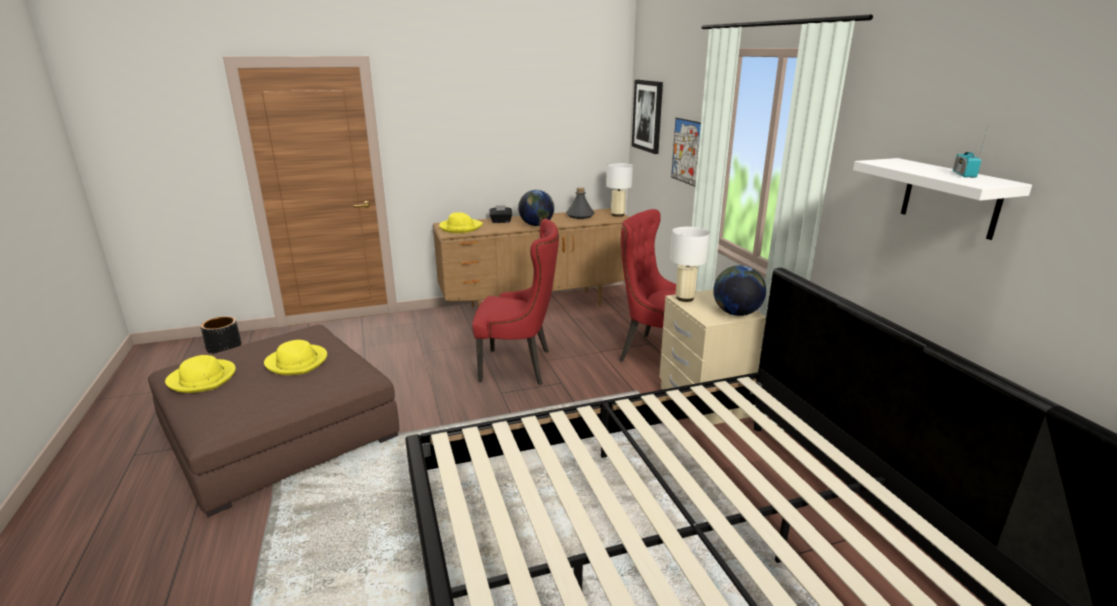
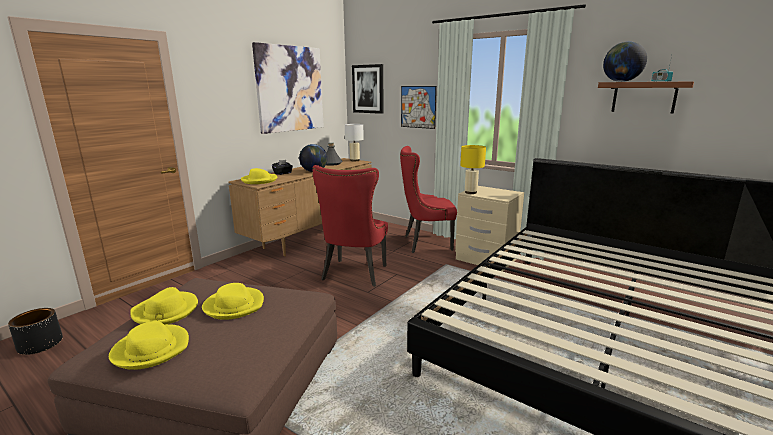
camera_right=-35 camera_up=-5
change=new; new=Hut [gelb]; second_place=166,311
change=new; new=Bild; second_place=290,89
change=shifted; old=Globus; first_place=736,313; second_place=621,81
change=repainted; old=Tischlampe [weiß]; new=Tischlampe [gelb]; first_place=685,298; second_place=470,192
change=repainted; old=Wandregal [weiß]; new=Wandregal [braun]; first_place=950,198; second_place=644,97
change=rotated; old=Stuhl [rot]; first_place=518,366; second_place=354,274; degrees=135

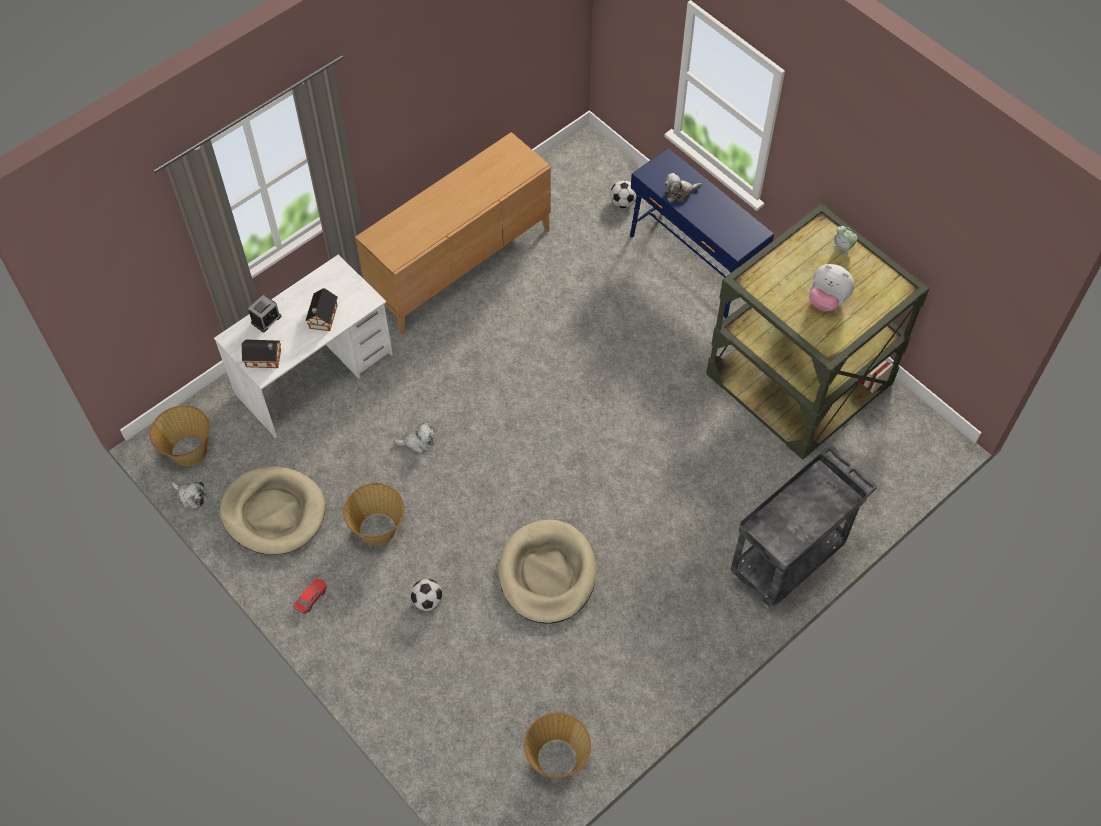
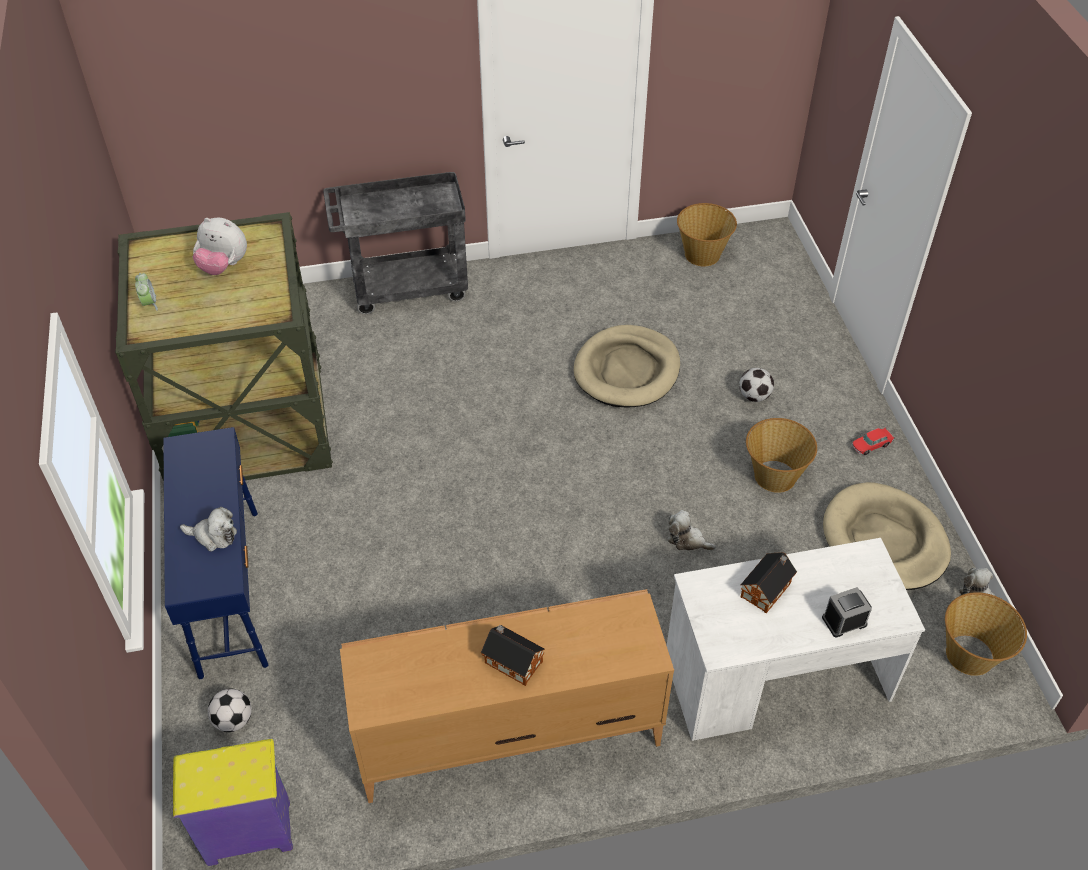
camera_right=-150 camera_up=-10
change=new; new=Nachttisch; second_place=246,830
change=shifted; old=Spielzeughaus; first_place=265,359; second_place=512,660
change=rotated; old=Plüschtier; first_place=827,300; second_place=223,266; degrees=135

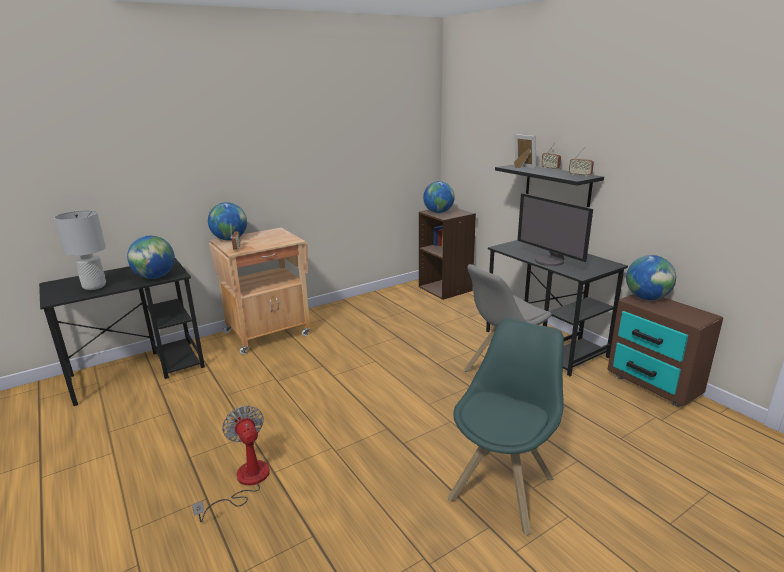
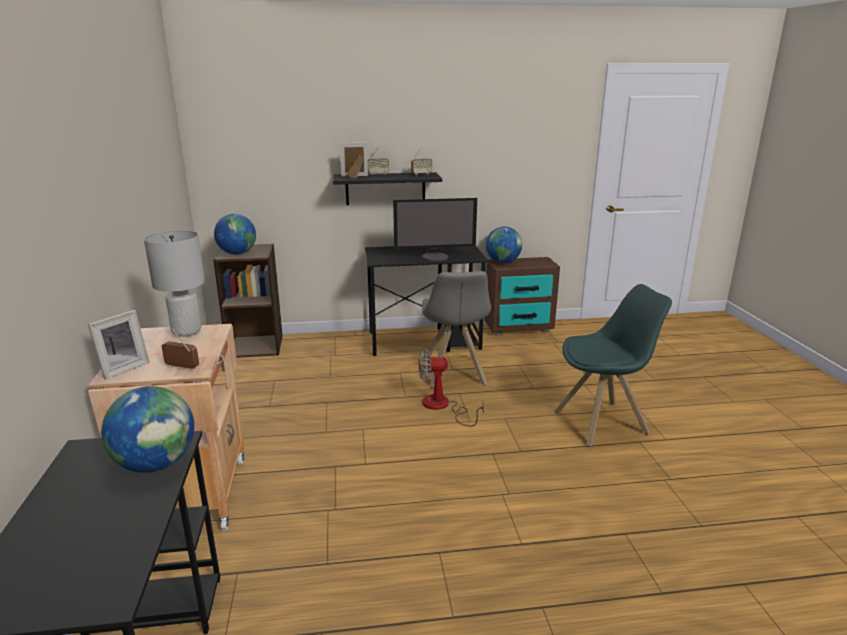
camera_right=-65 camera_up=0
change=shifted; old=Tischlampe [grau]; first_place=95,287; second_place=187,333
change=shifted; old=Ventilator; first_place=245,482; second_place=442,407
change=swapped; old=Globus; new=Bilderrahmen; first_place=230,239; second_place=123,368
change=rotated; old=Stuhl [türkis]; first_place=503,488; second_place=602,422; degrees=105

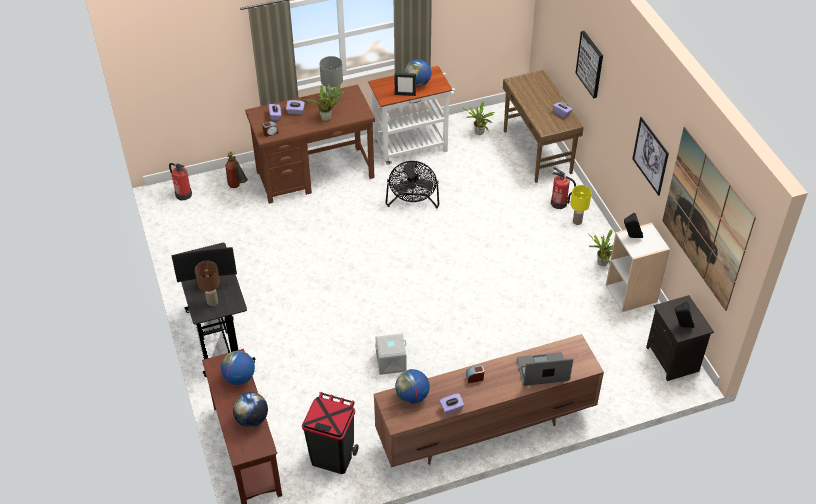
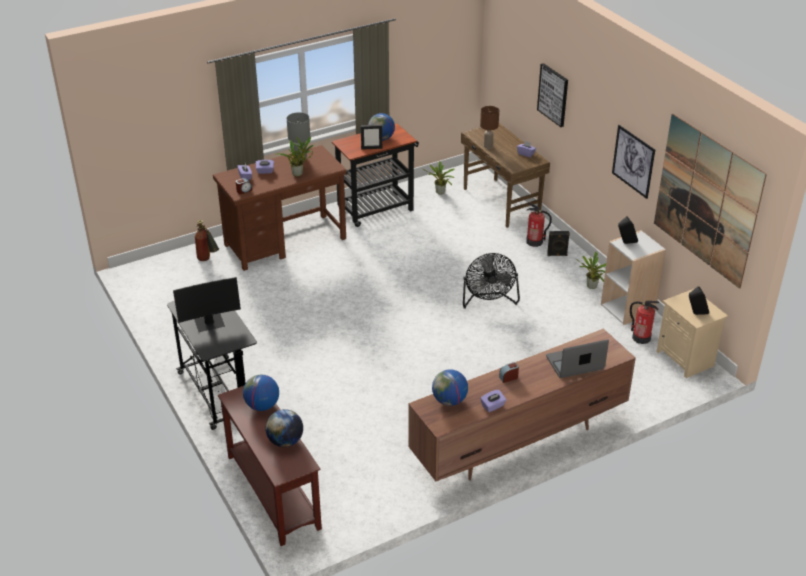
camera_right=-10 camera_up=-10
change=gone; old=Mülleimer [schwarz]; first_place=332,457
change=gone; old=Aufbewahrungsbox [grau]; first_place=391,362
change=shifted; old=Feuerlöscher; first_place=183,194; second_place=641,337
change=shifted; old=Tischlampe [braun]; first_place=212,302; second_place=488,146
change=shifted; old=Ventilator [schwarz]; first_place=411,200; second_place=486,299
change=swapped; old=Tischlampe [gelb]; new=Lautsprecher [schwarz]; first_place=577,221; second_place=557,255
change=repainted; old=Rollwagen [weiß]; new=Rollwagen [schwarz]; first_place=411,147; second_place=377,210
change=repainted; old=Nachttisch [schwarz]; new=Nachttisch [beige]; first_place=673,359; second_place=686,359

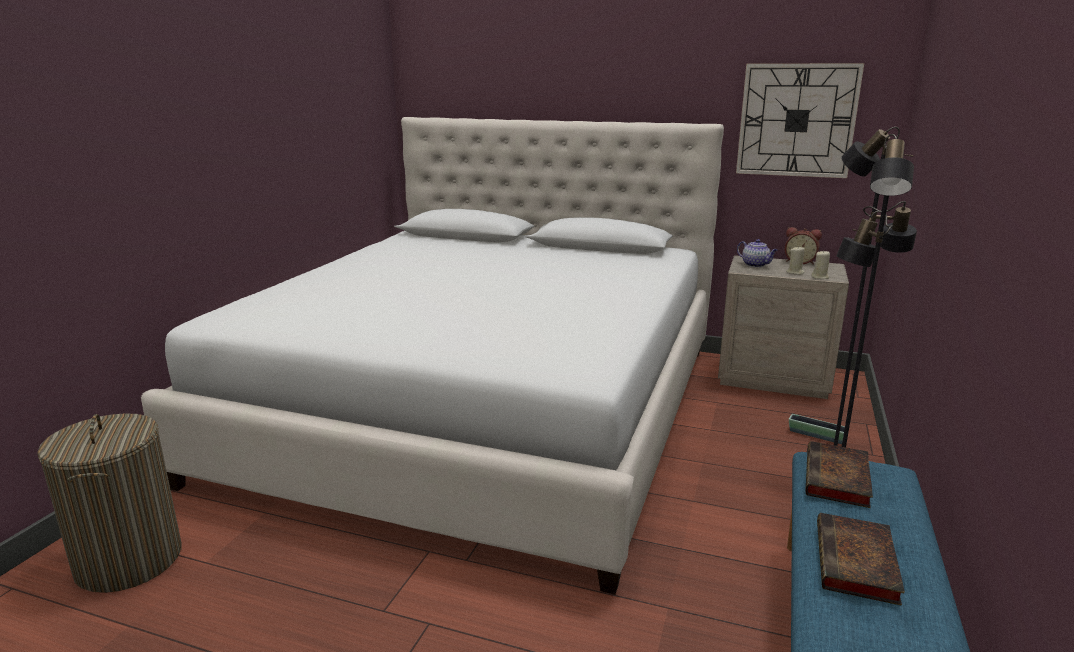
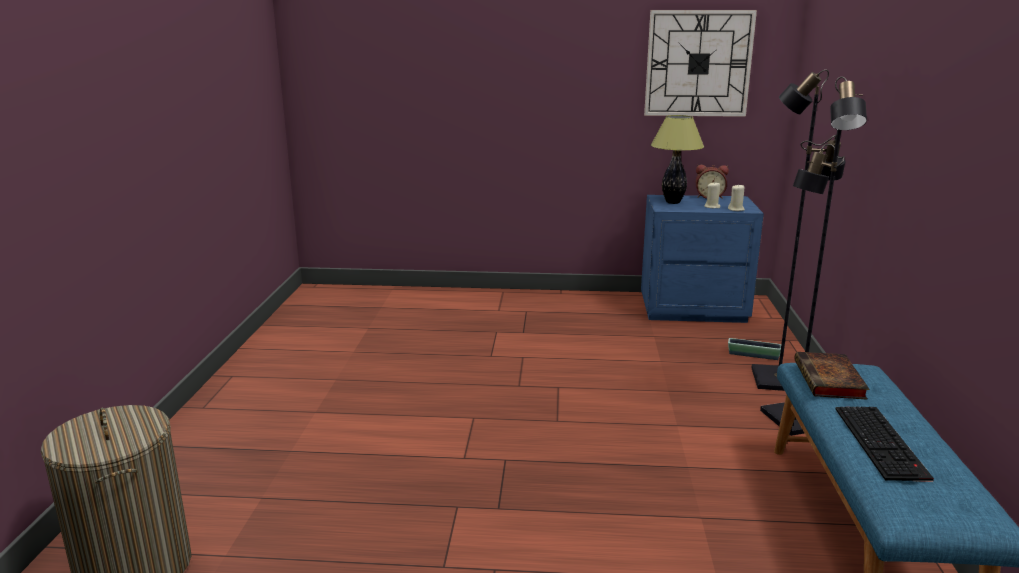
camera_right=-15 camera_up=0
change=gone; old=Bett [weiß]; first_place=484,407
change=swapped; old=Teekanne; new=Tischlampe; first_place=756,265; second_place=673,202
change=swapped; old=Buch; new=Tastatur; first_place=857,565; second_place=882,443
change=repainted; old=Nachttisch [beige]; new=Nachttisch [blau]; first_place=773,378; second_place=693,309

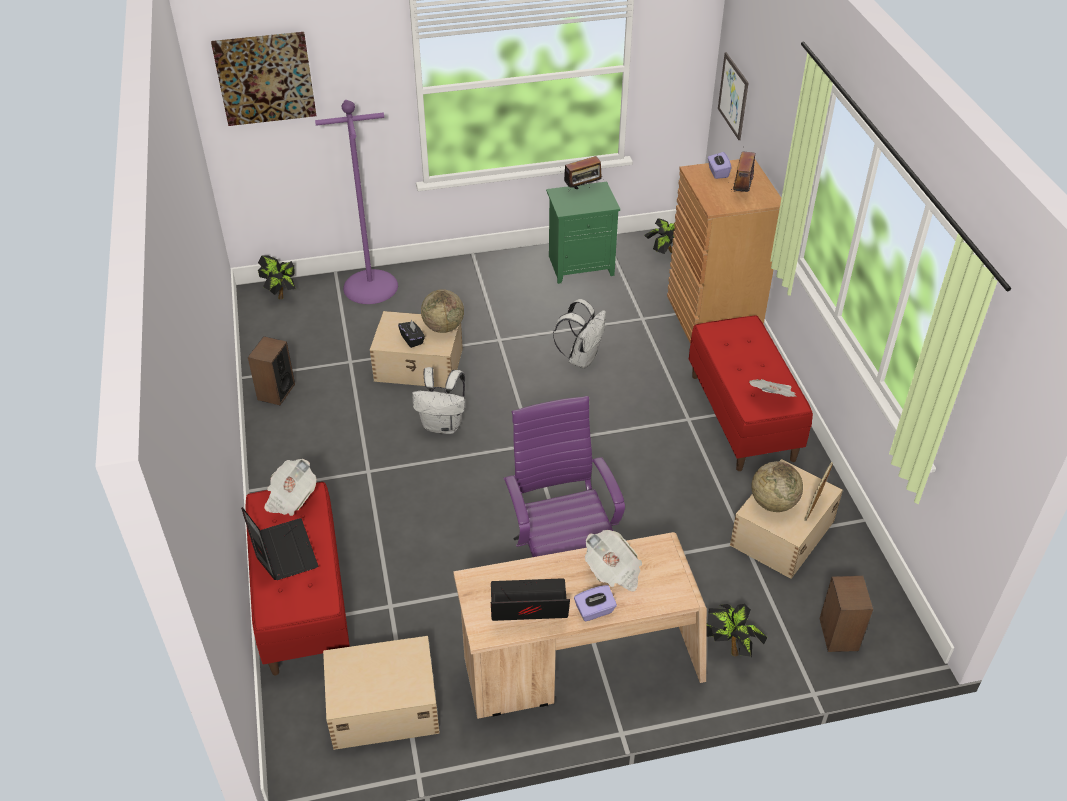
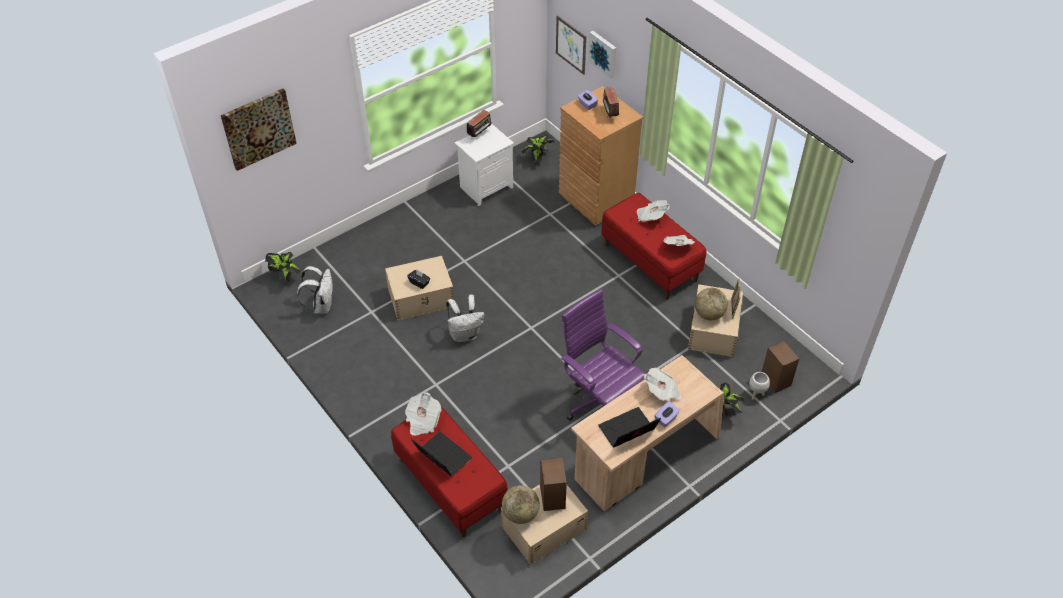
camera_right=-25 camera_up=5
change=gone; old=Kleiderständer [lila]; first_place=370,287
change=new; new=Bild; second_place=603,53
change=new; new=Zeitung; second_place=651,216
change=new; new=Pflanzkübel [weiß]; second_place=756,394
change=shifted; old=Lautsprecher; first_place=276,392; second_place=552,497
change=shifted; old=Globus; first_place=443,327; second_place=520,514
change=shifted; old=Rucksack [weiß]; first_place=582,358; second_place=321,306
change=repainted; old=Nachttisch [grün]; new=Nachttisch [weiß]; first_place=581,265; second_place=486,187

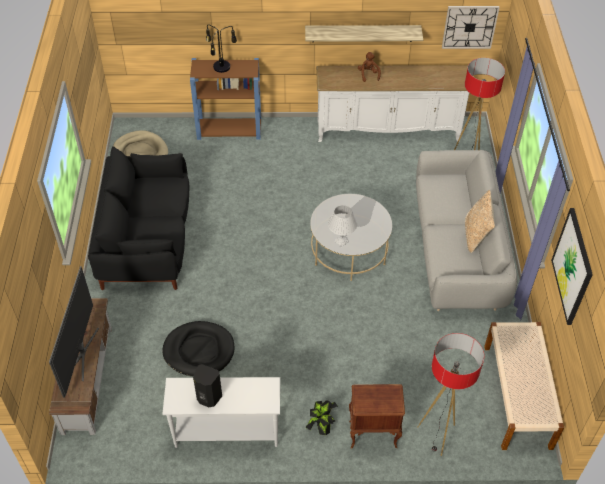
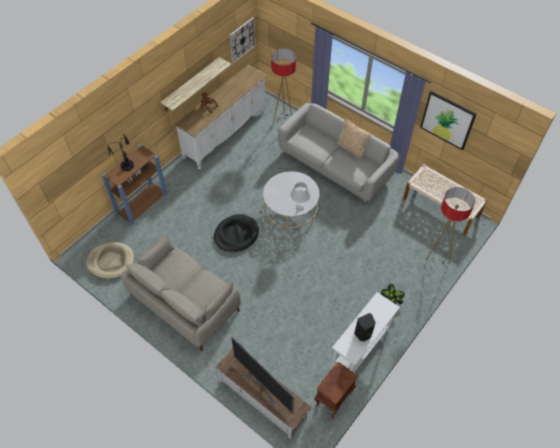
camera_right=-50 camera_up=5
change=shifted; old=Hundebett [schwarz]; first_place=199,350; second_place=236,234
change=shifted; old=Nachttisch [braun]; first_place=372,434; second_place=333,400
change=repainted; old=Sofa [schwarz]; new=Sofa [beige]; first_place=146,239; second_place=185,301

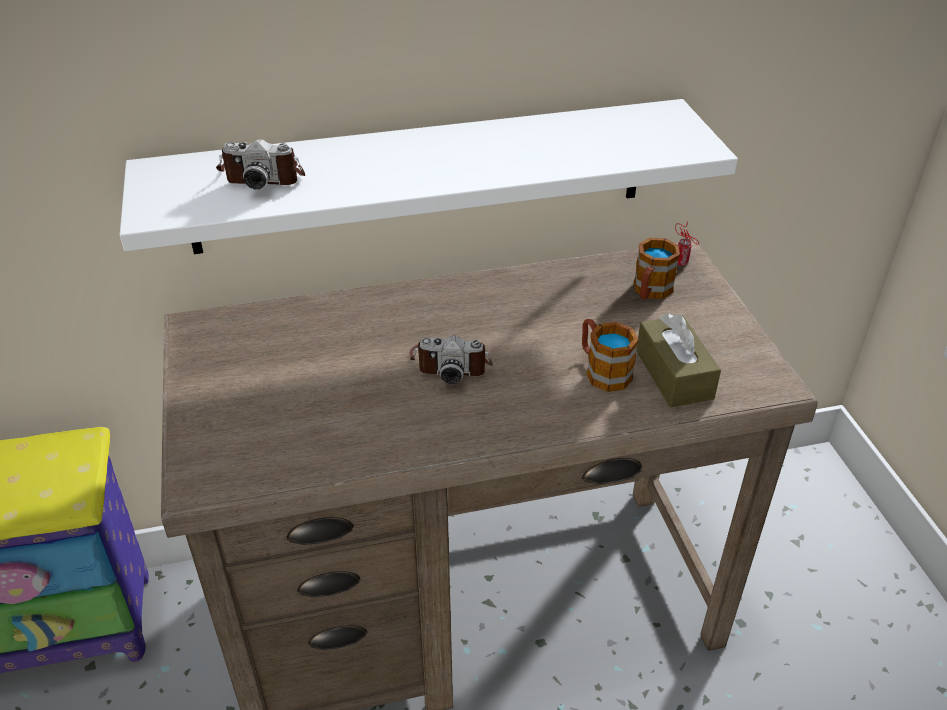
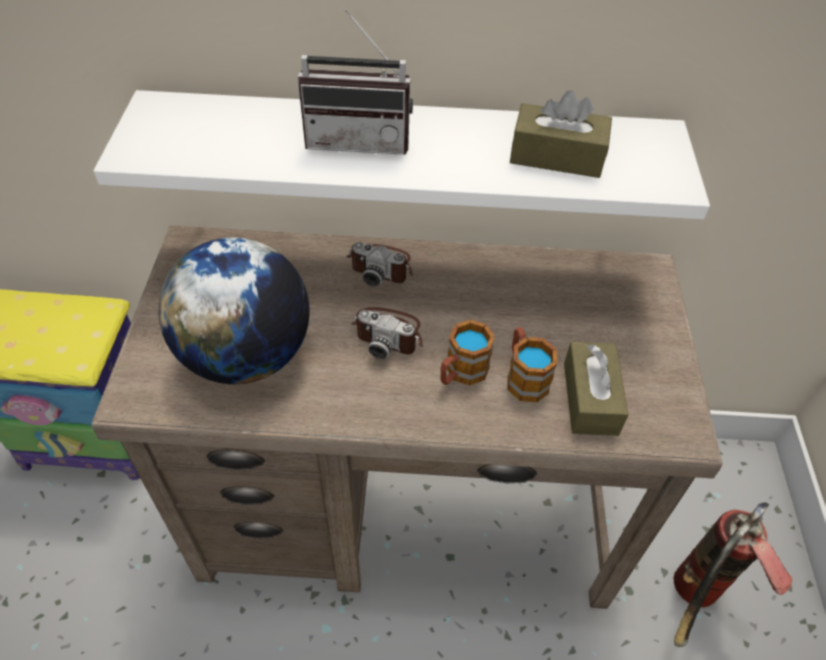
camera_right=15 camera_up=10
change=gone; old=Dose; first_place=683,263
change=new; new=Globus; second_place=247,355
change=new; new=Radio; second_place=359,140
change=new; new=Taschentuchbox [braun]; second_place=556,156
change=new; new=Feuerlöscher; second_place=694,602
change=shifted; old=Kamera; first_place=263,175; second_place=381,266
change=shifted; old=Henkelbecher; first_place=650,292; second_place=461,373

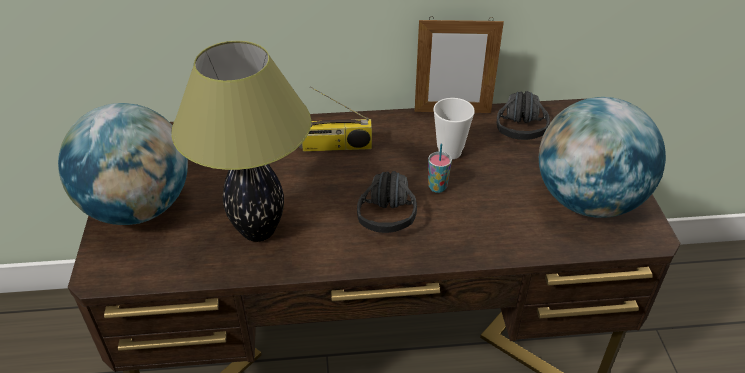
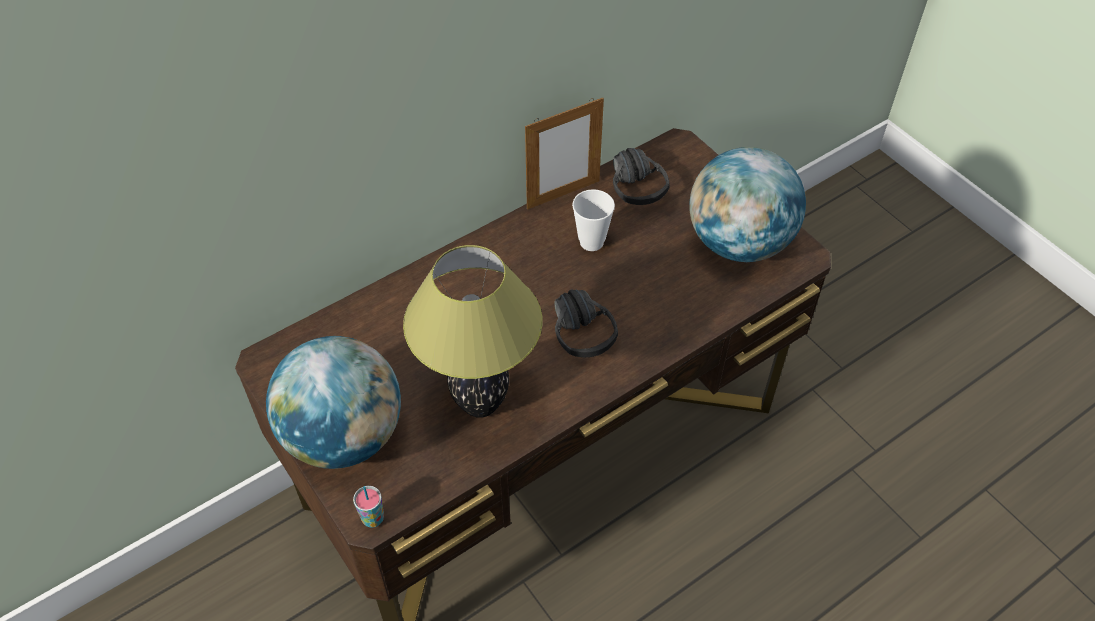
camera_right=-30 camera_up=10
change=gone; old=Radio; first_place=335,147
change=shifted; old=Tasse; first_place=437,187; second_place=373,519

